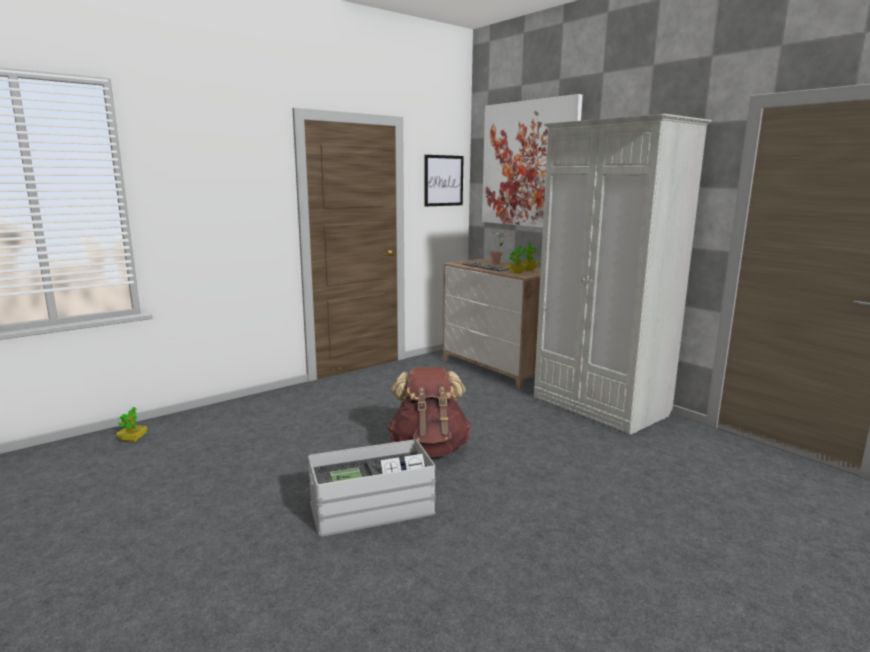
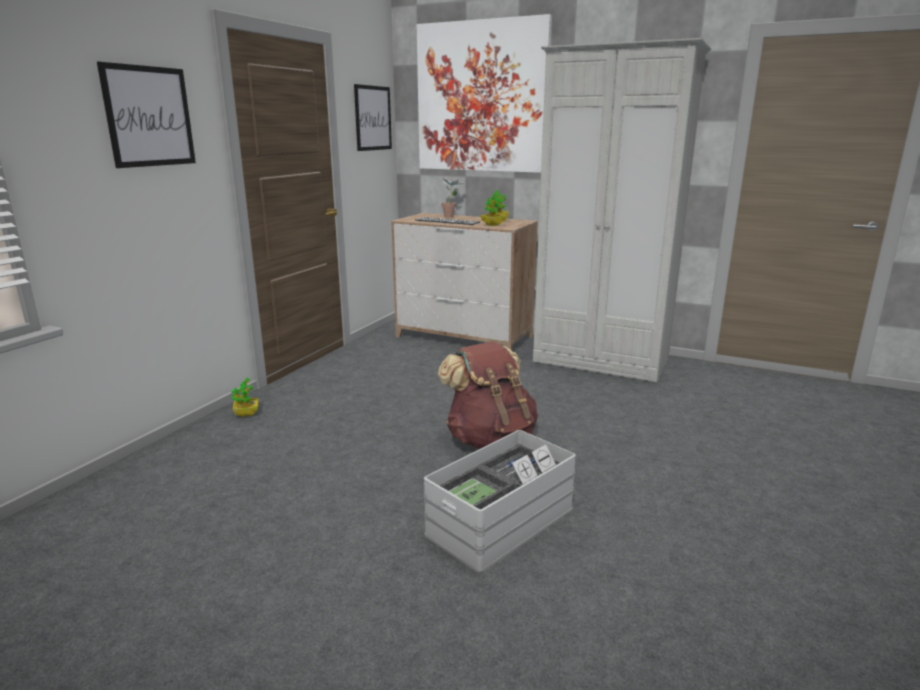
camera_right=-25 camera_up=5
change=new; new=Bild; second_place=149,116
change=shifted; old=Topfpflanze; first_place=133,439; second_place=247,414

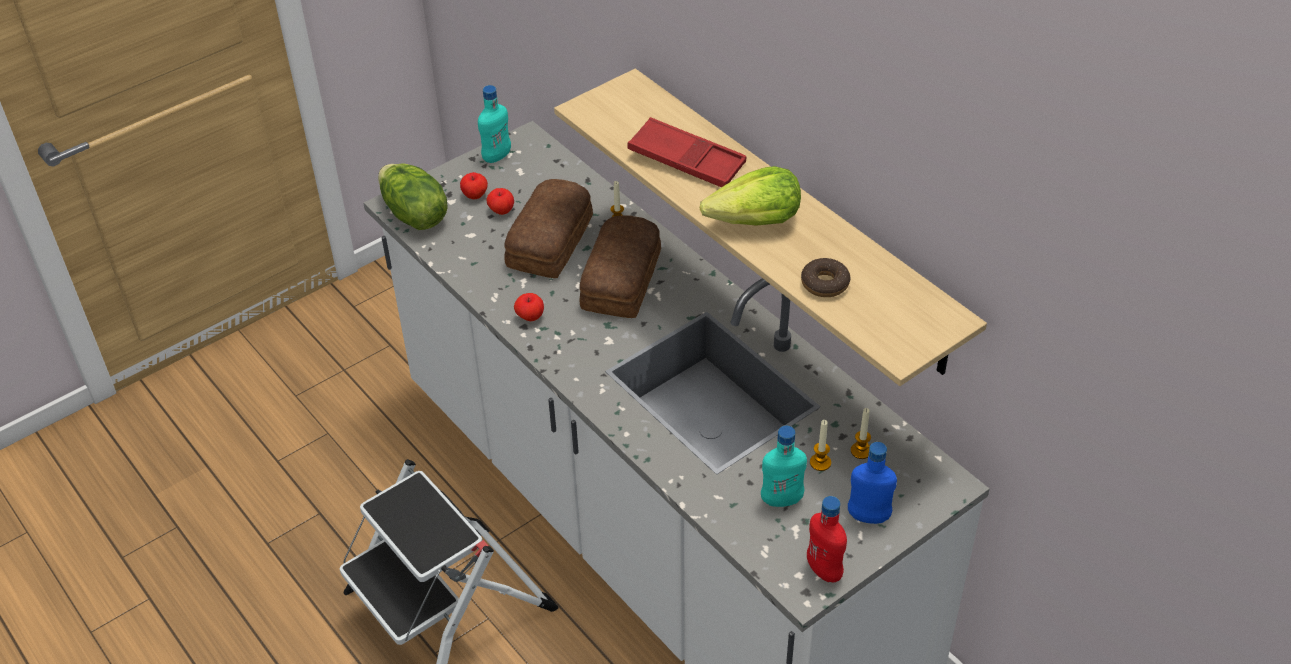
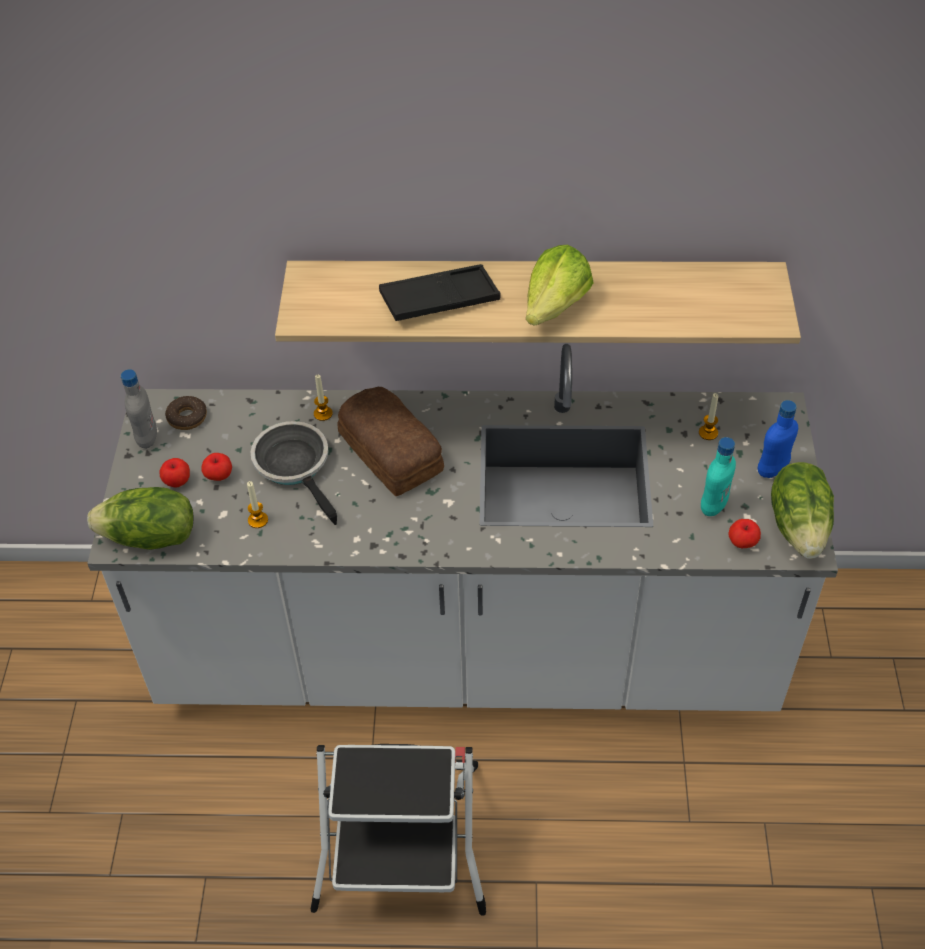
camera_right=-50 camera_up=5
change=shifted; old=Apfel; first_place=530,317; second_place=742,543
change=shifted; old=Donut; first_place=825,283; second_place=187,417
change=shifted; old=Kerze; first_place=820,462; second_place=258,520
change=swapped; old=Brot; new=Pfanne; first_place=552,241; second_place=295,466
change=swapped; old=Flasche [rot]; new=Salatkopf; first_place=824,570; second_place=799,526
change=repainted; old=Flasche [türkis]; new=Flasche [grau]; first_place=497,156; second_place=147,438
change=repainted; old=Tablett [rot]; new=Tablett [schwarz]; first_place=686,160; second_place=439,300

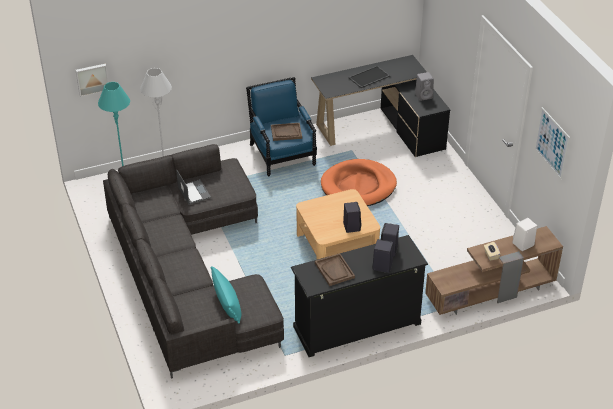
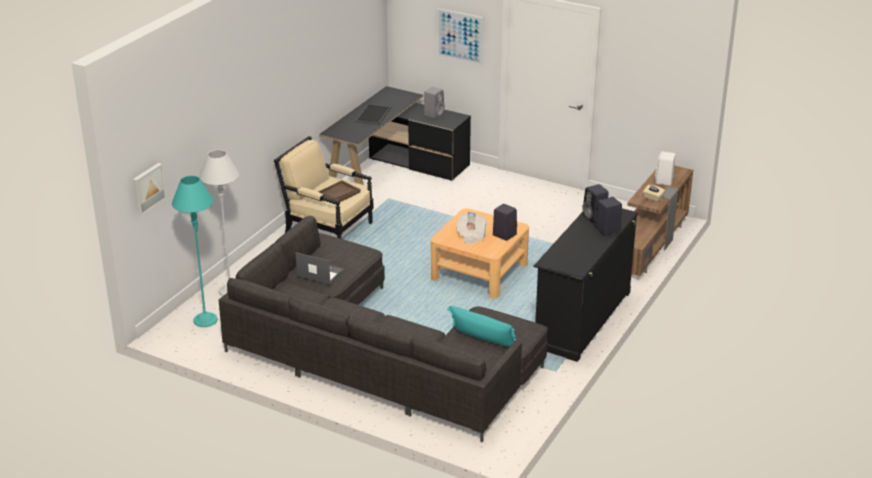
camera_right=-40 camera_up=-10
change=gone; old=Tablett [braun]; first_place=334,270
change=gone; old=Hundebett [orange]; first_place=358,186
change=new; new=Zeitung; second_place=471,236
change=shifted; old=Bild; first_place=552,143; second_place=460,36
change=repainted; old=Sessel [blau]; new=Sessel [beige]; first_place=282,153; second_place=326,227

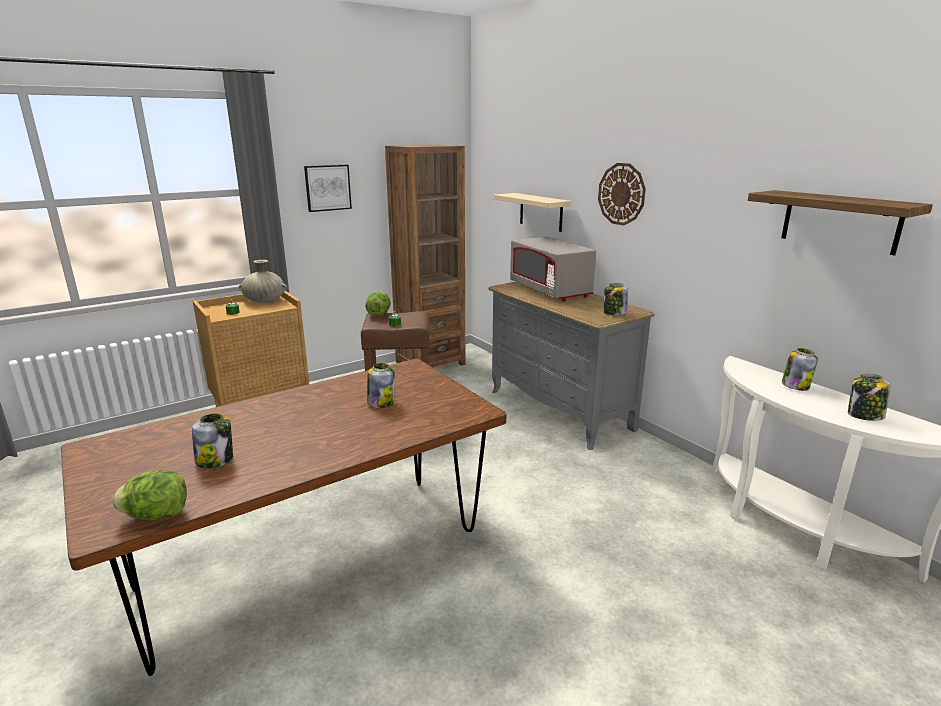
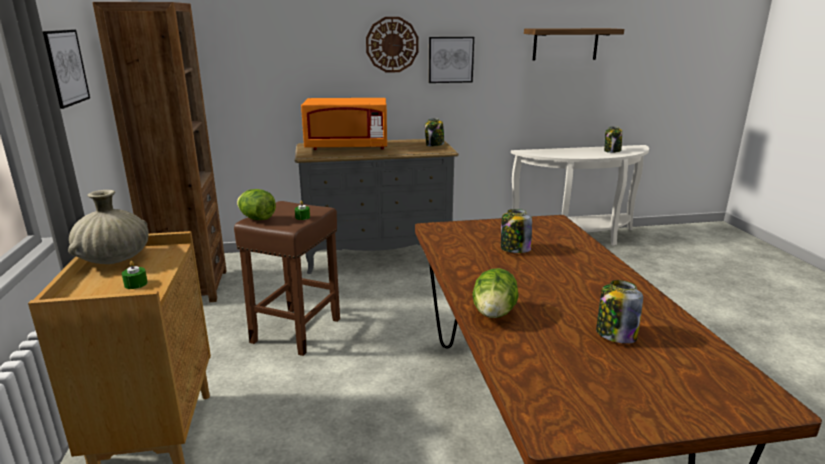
camera_right=-65 camera_up=0
change=gone; old=Wandregal [beige]; first_place=541,212
change=gone; old=Vorratsglas; first_place=795,386
change=new; new=Bild; second_place=450,59
change=shifted; old=Salatkopf; first_place=157,516; second_place=494,313
change=repainted; old=Mikrowelle [grau]; new=Mikrowelle [orange]; first_place=550,290; second_place=347,147

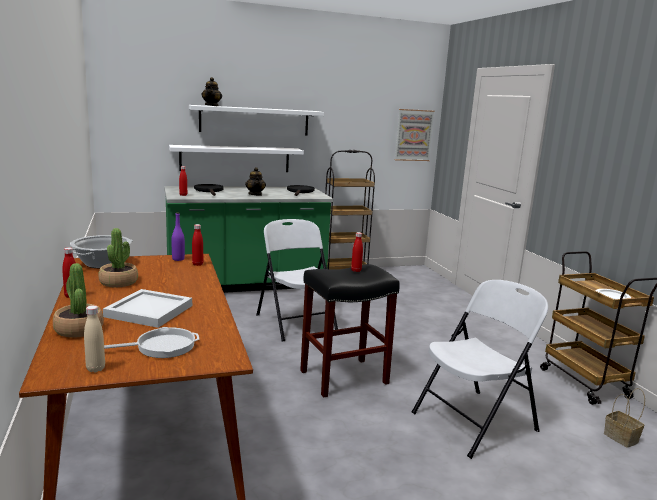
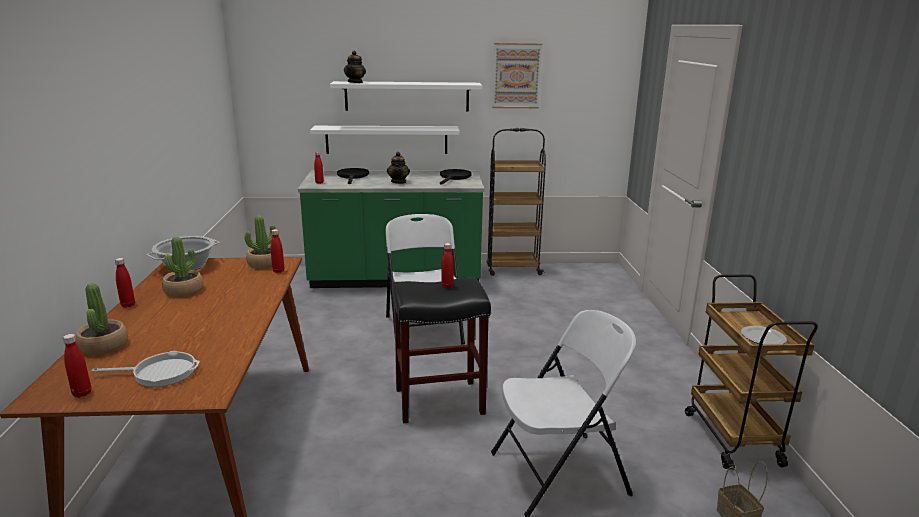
camera_right=15 camera_up=5
change=gone; old=Tablett [weiß]; first_place=149,311
change=shifted; old=Bild; first_place=413,135; second_place=516,76
change=swapped; old=Flasche [lila]; new=Topfpflanze; first_place=178,259; second_place=264,263
change=repainted; old=Flasche [beige]; new=Flasche [rot]; first_place=95,369; second_place=82,393

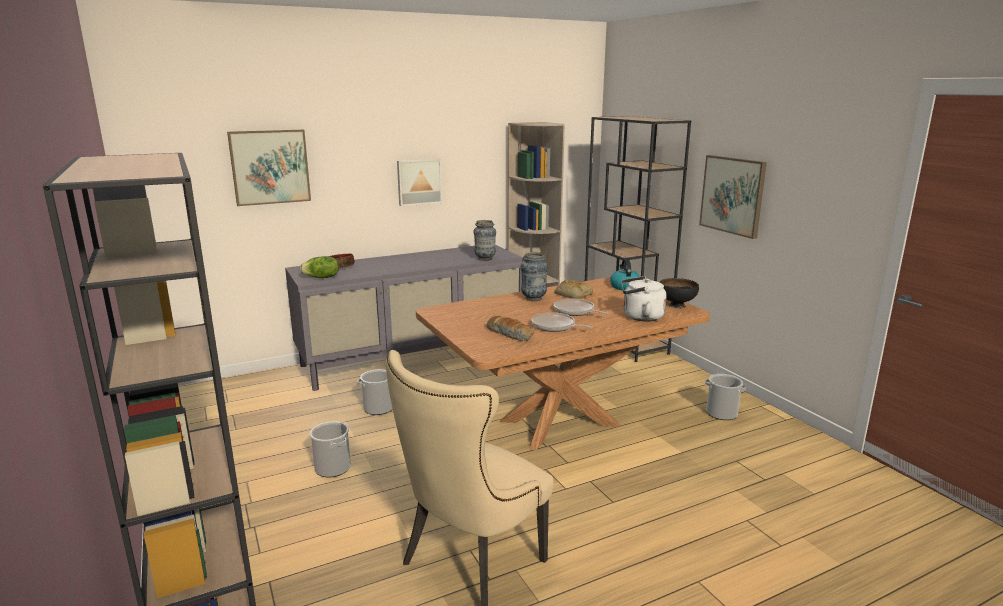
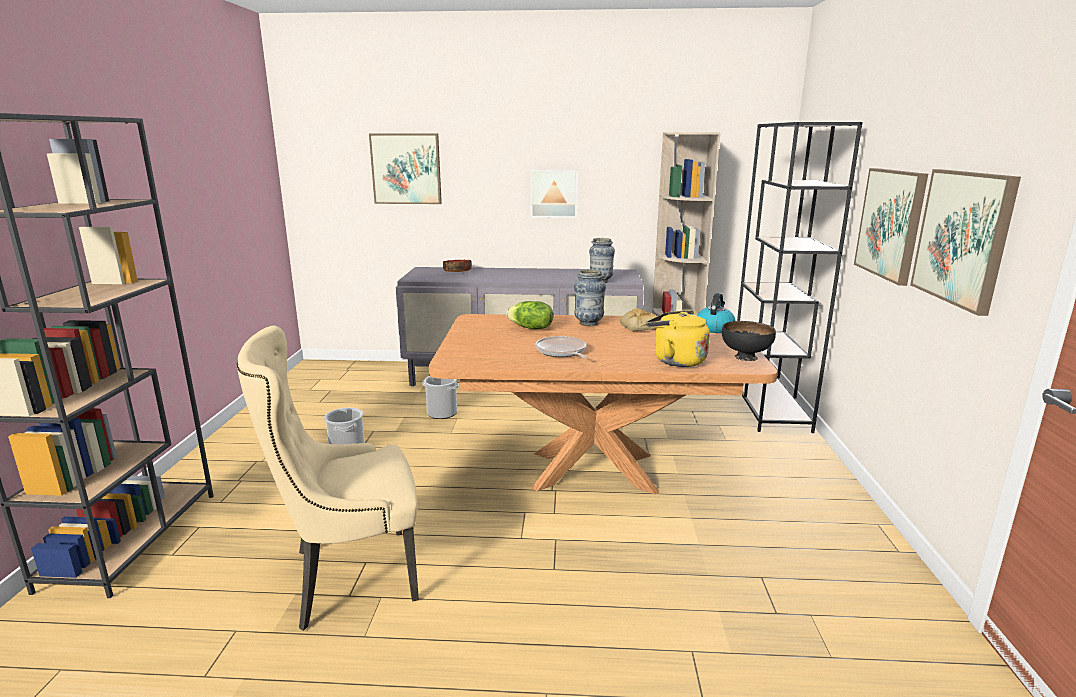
camera_right=30 camera_up=0
change=gone; old=Brot; first_place=510,334
change=gone; old=Pfanne; first_place=575,311
change=gone; old=Eimer; first_place=721,413
change=new; new=Bild; second_place=963,237
change=shifted; old=Salatkopf; first_place=321,277; second_place=531,328
change=repainted; old=Wasserkessel [weiß]; new=Wasserkessel [gelb]; first_place=640,317; second_place=676,360

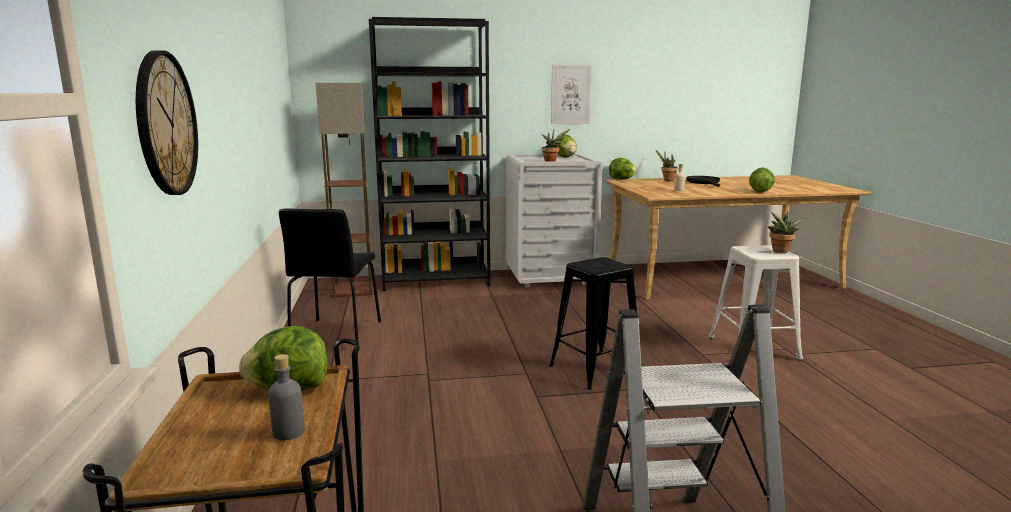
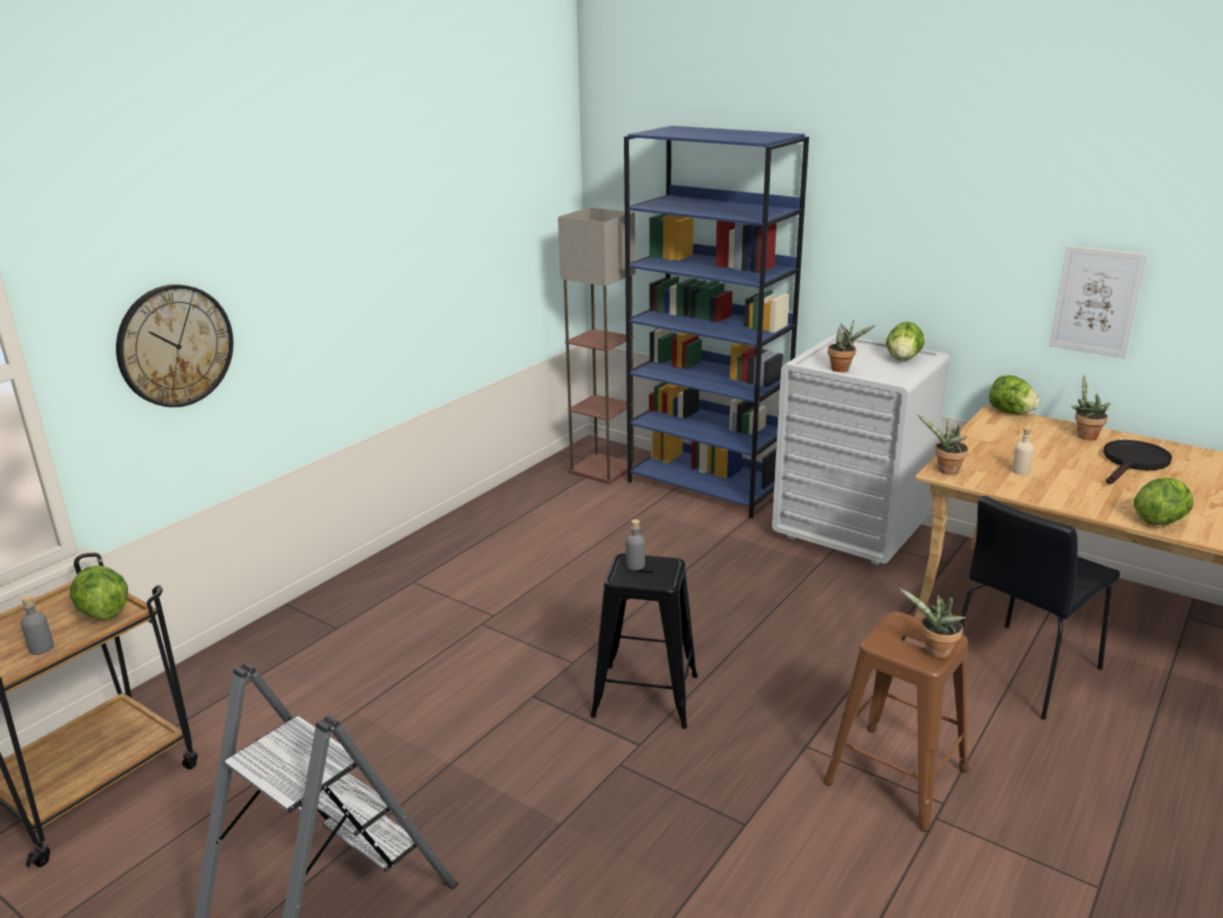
camera_right=45 camera_up=10
change=new; new=Flasche [grau]; second_place=635,565
change=new; new=Topfpflanze; second_place=945,471
change=shifted; old=Stuhl [schwarz]; first_place=335,336; second_place=1021,672
change=shifted; old=Bild; first_place=570,94; second_place=1096,301
change=repainted; old=Bücherregal [schwarz]; new=Bücherregal [blau]; first_place=436,280; second_place=707,486
change=repainted; old=Hocker [weiß]; new=Hocker [braun]; first_place=753,348; second_place=896,776

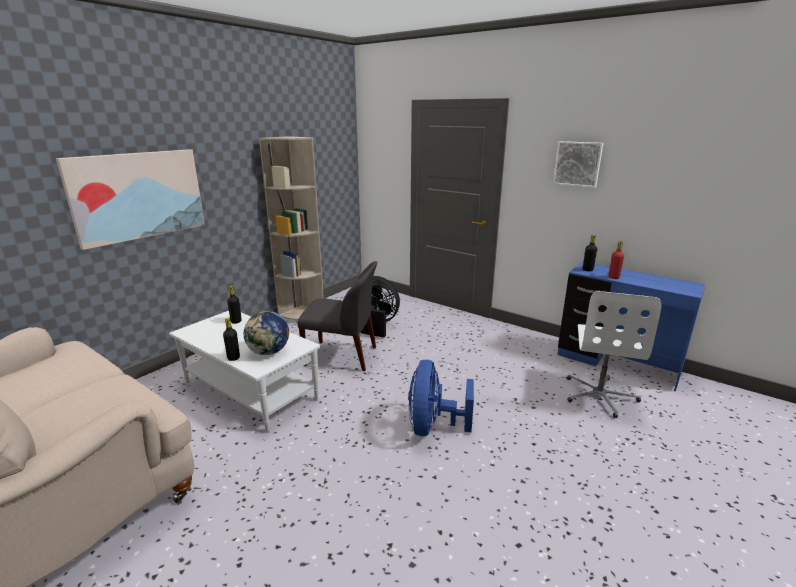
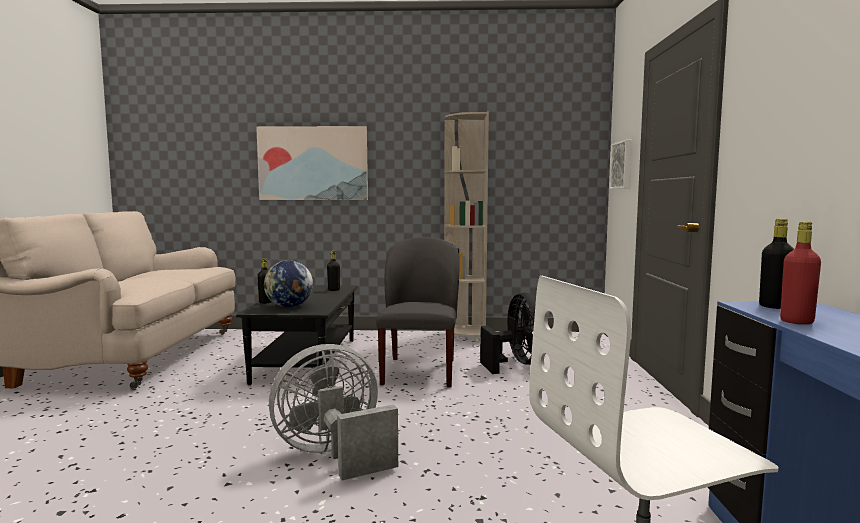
camera_right=55 camera_up=-15
change=shifted; old=Bild; first_place=577,164; second_place=622,165
change=repainted; old=Couchtisch [weiß]; new=Couchtisch [schwarz]; first_place=249,390; second_place=307,360
change=repainted; old=Ventilator [blau]; new=Ventilator [grau]; first_place=433,426; second_place=334,455
change=rotated; old=Stuhl [grau]; first_place=343,356; second_place=420,371; degrees=-150

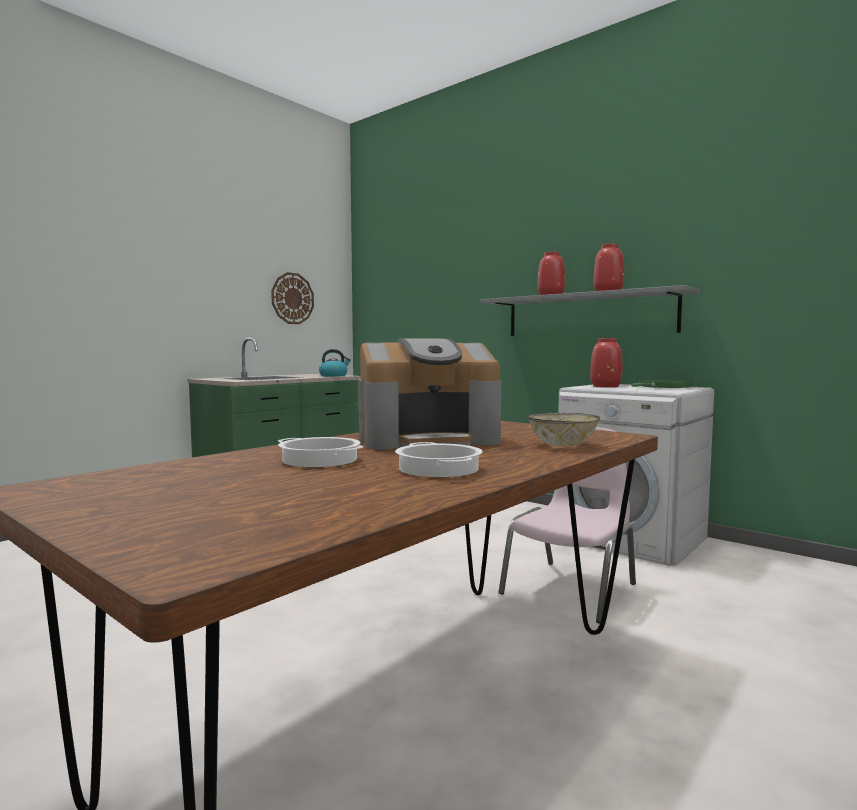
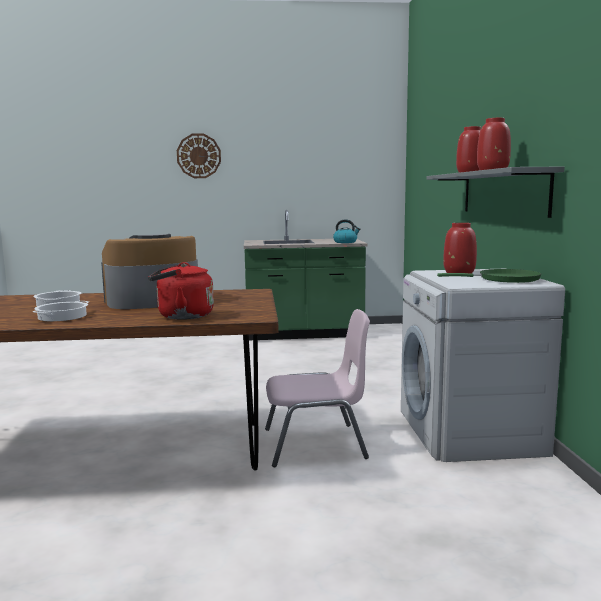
camera_right=45 camera_up=5
change=shifted; old=Wanduhr; first_place=292,298; second_place=199,156
change=swapped; old=Schüssel; new=Wasserkessel [rot]; first_place=561,445; second_place=182,316
change=rotated; old=Kaffeemaschine; first_place=428,440; second_place=152,301; degrees=120

